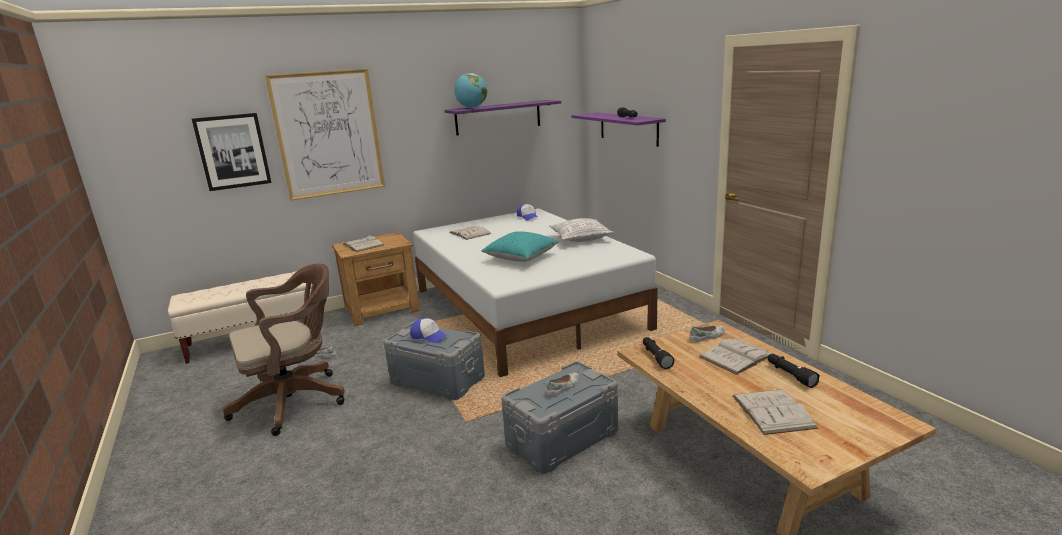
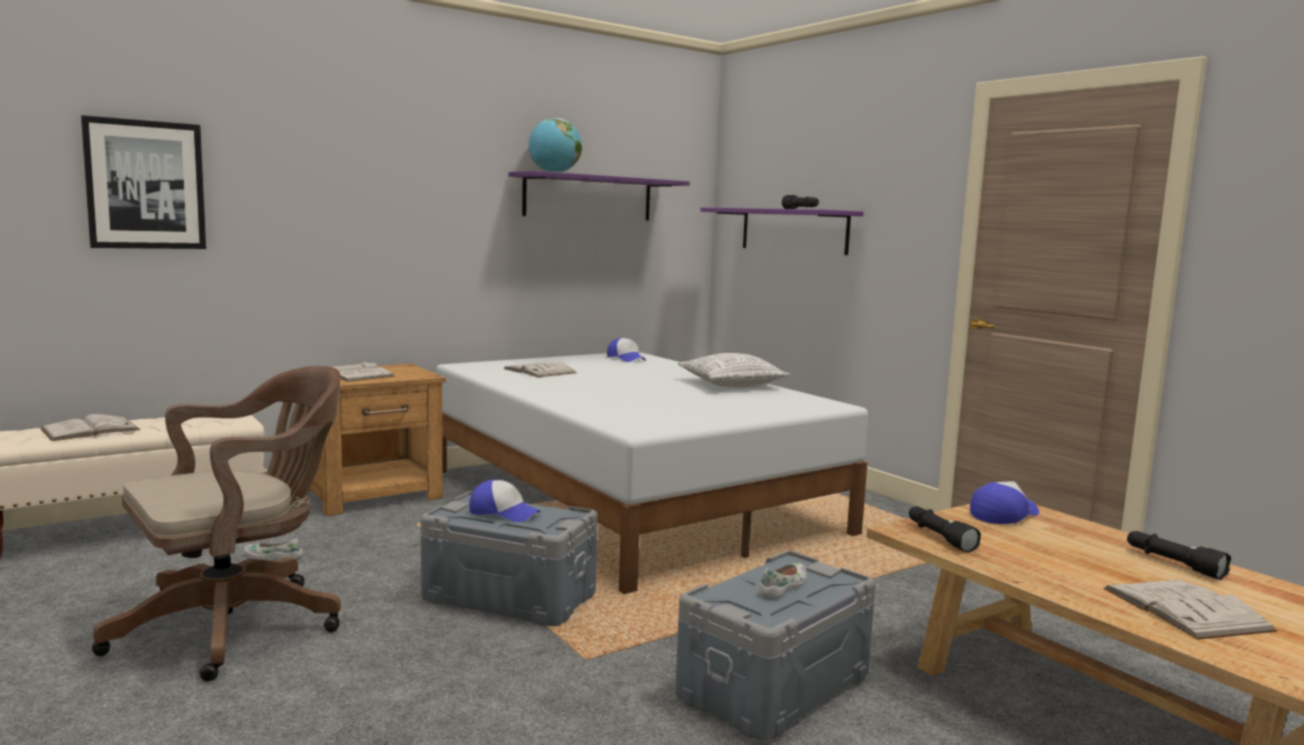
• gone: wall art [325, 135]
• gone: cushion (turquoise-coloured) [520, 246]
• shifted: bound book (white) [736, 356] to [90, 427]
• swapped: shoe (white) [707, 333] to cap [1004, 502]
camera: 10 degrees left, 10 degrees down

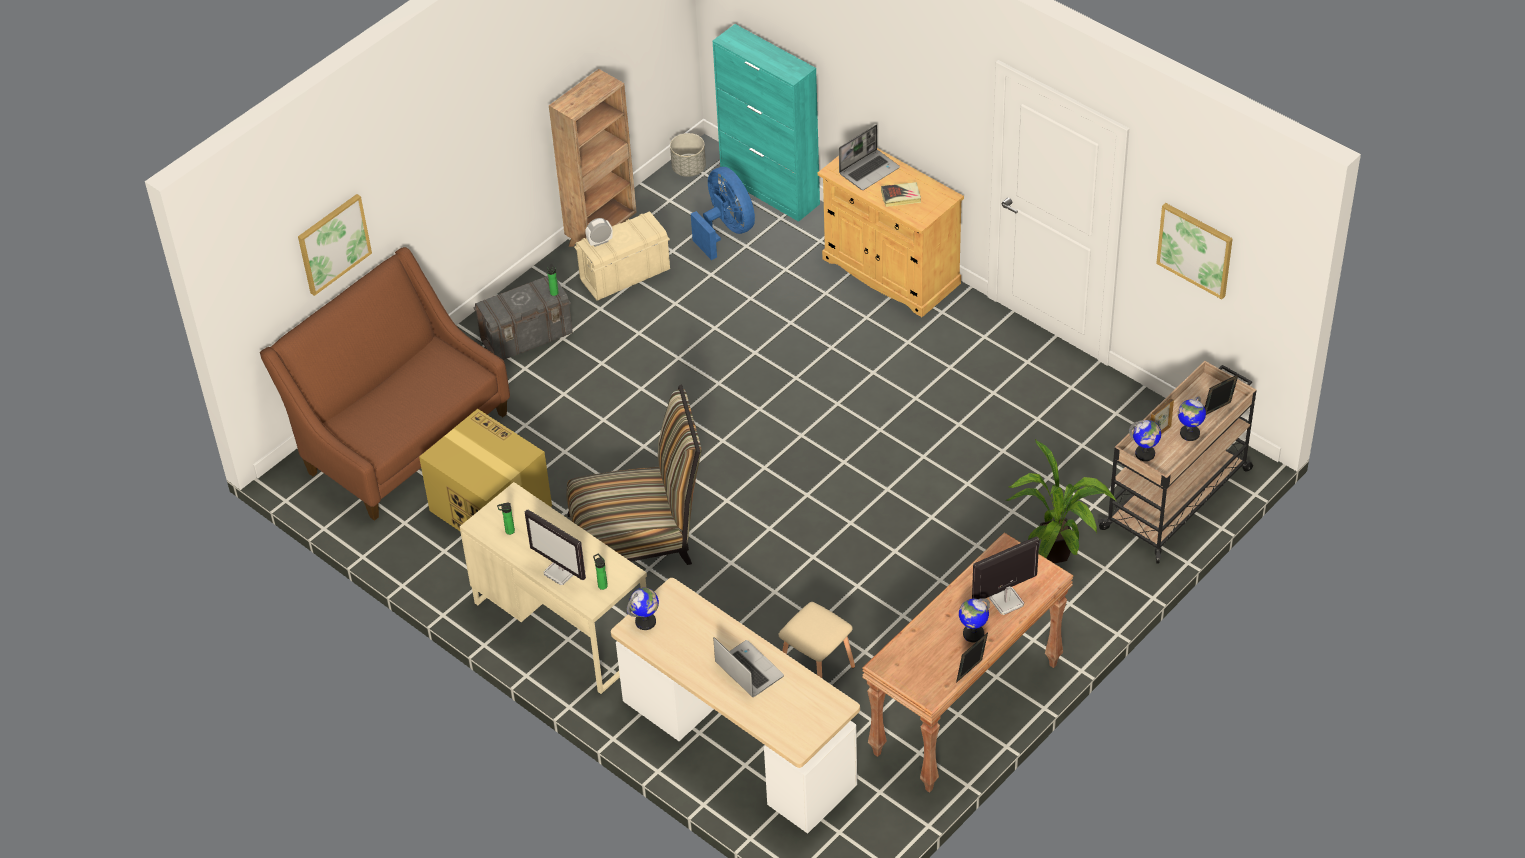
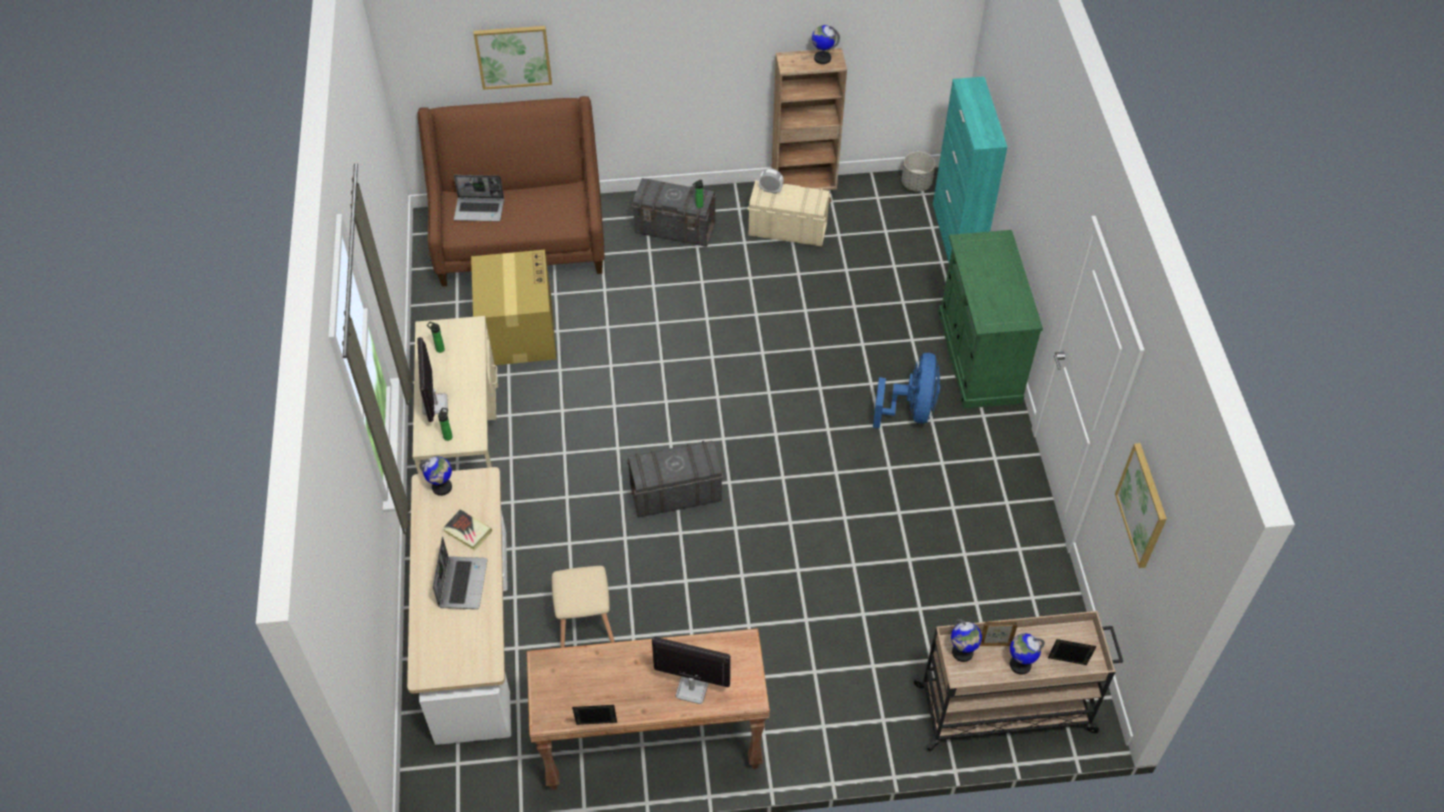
• gone: plain chair [634, 475]
• gone: plant in a pot [1061, 501]
• new: storage box (gray) [675, 479]
• shifted: fan (bluish) [723, 213] to [906, 390]
• shifted: portable computer [869, 157] to [479, 198]
• shifted: bound book [901, 194] to [467, 530]
• shifted: globe [974, 620] to [826, 44]
• repainted: cupboard (beige-coloured) [891, 232] to cupboard (green) [990, 319]
camera: 40 degrees right, 5 degrees up

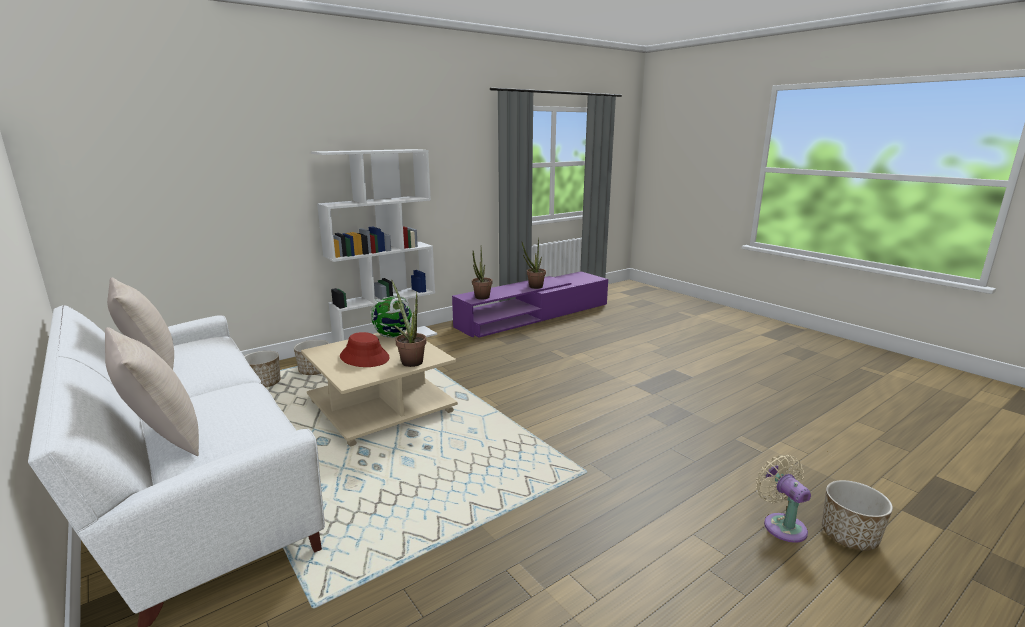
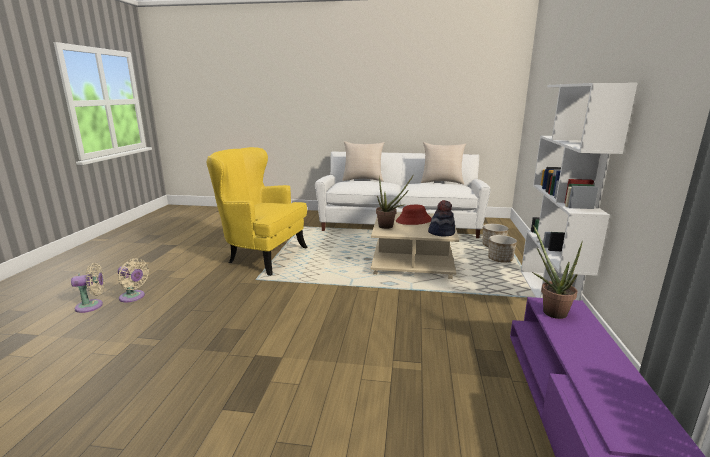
• gone: plant in a pot [534, 263]
• new: armchair (yellow) [257, 211]
• swapped: globe [391, 317] to clothing hat [441, 218]
• swapped: planter [857, 515] to fan (beige-coloured) [88, 288]
camera: 135 degrees right, 0 degrees up

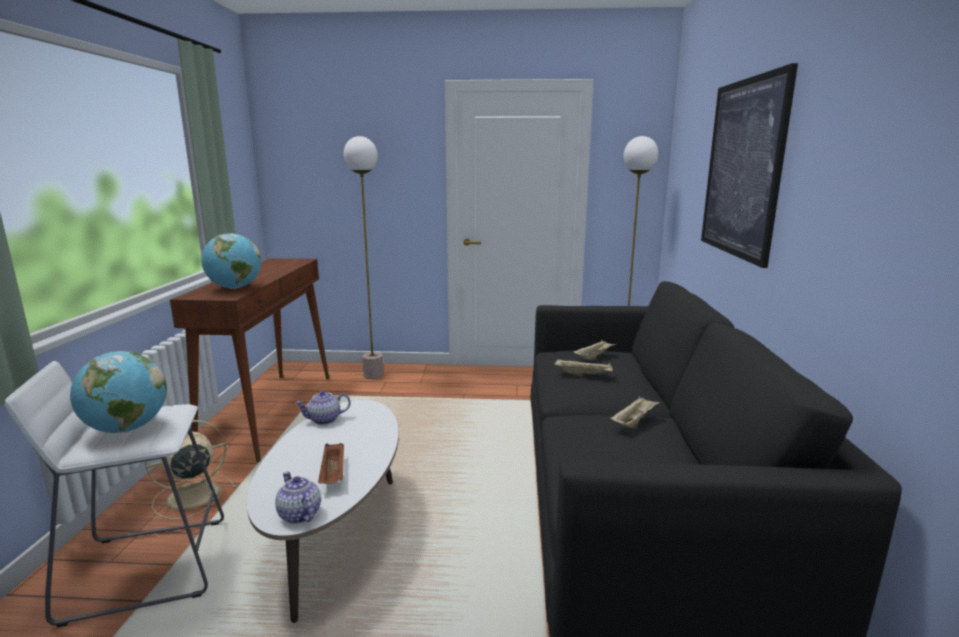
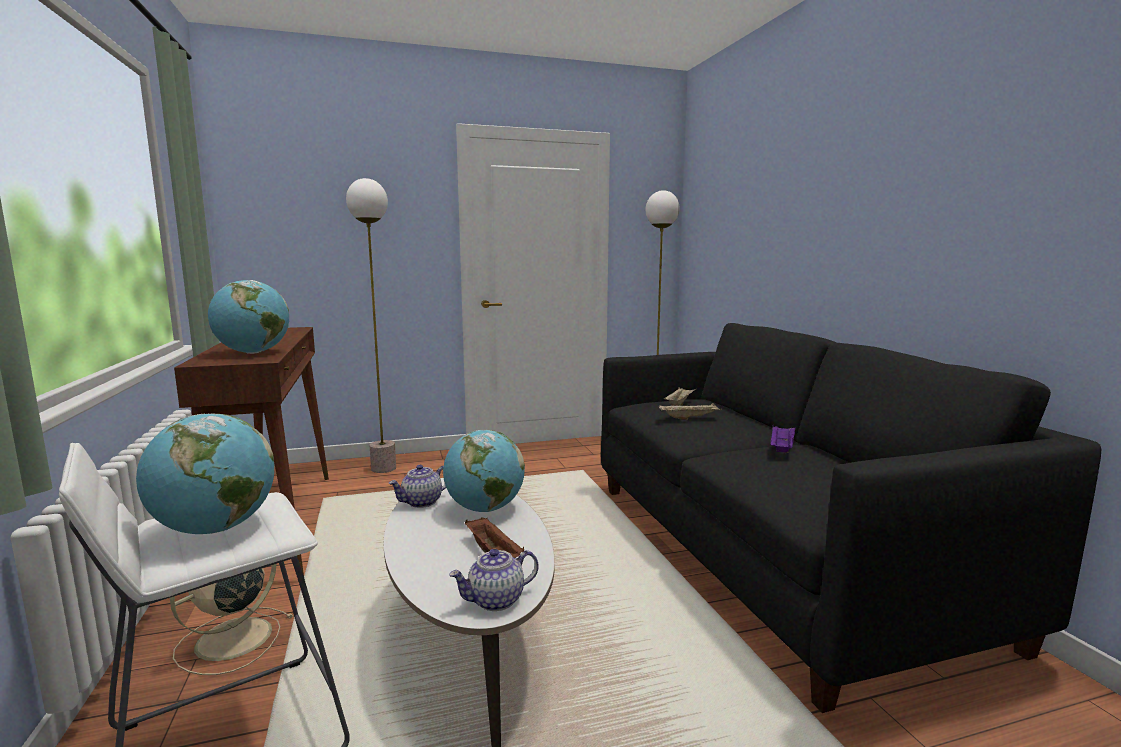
• gone: wall art [749, 165]
• new: globe [484, 471]
• repainted: serving tray (beige-coloured) [635, 412] to serving tray (purplish) [783, 439]
• rotated: tea pot [298, 498] = [494, 580] 60 degrees counterclockwise
camera: 20 degrees left, 5 degrees down

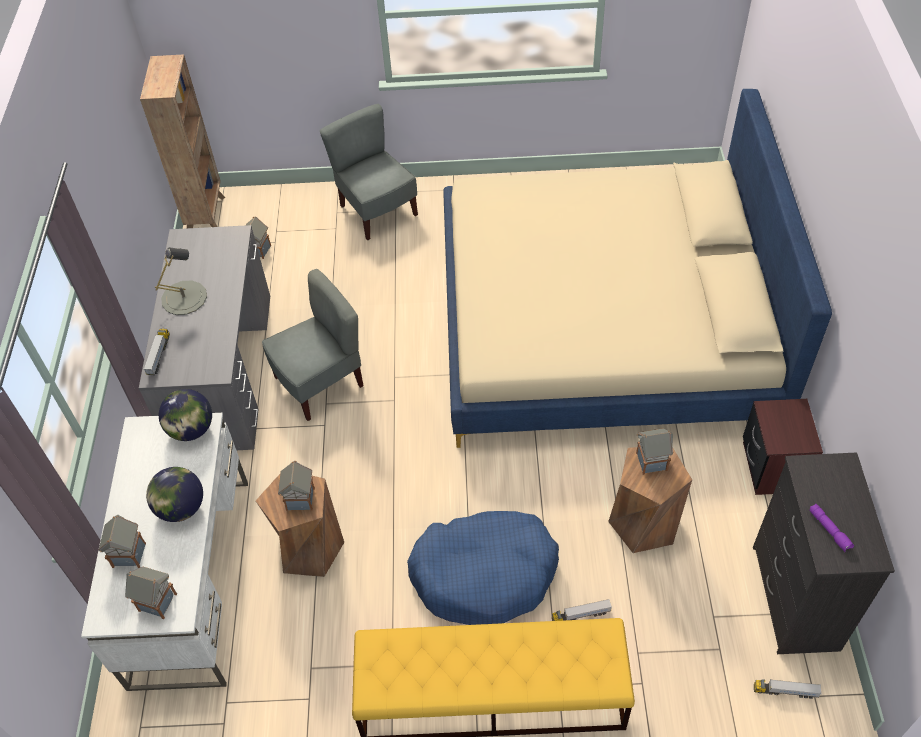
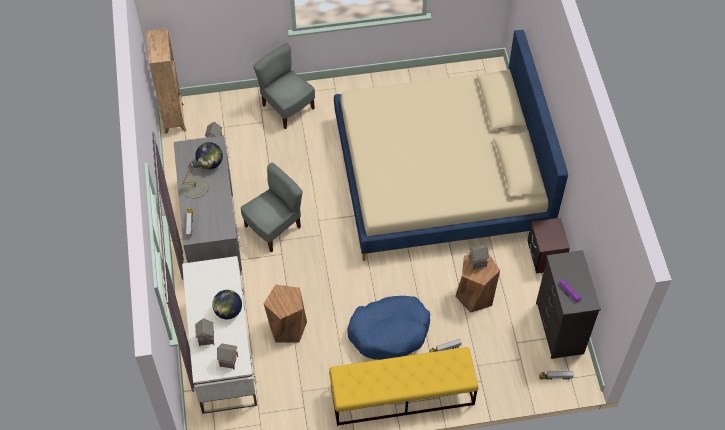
• gone: miniature house [296, 486]
• shifted: globe [185, 415] to [209, 155]
camera: 10 degrees left, 5 degrees up

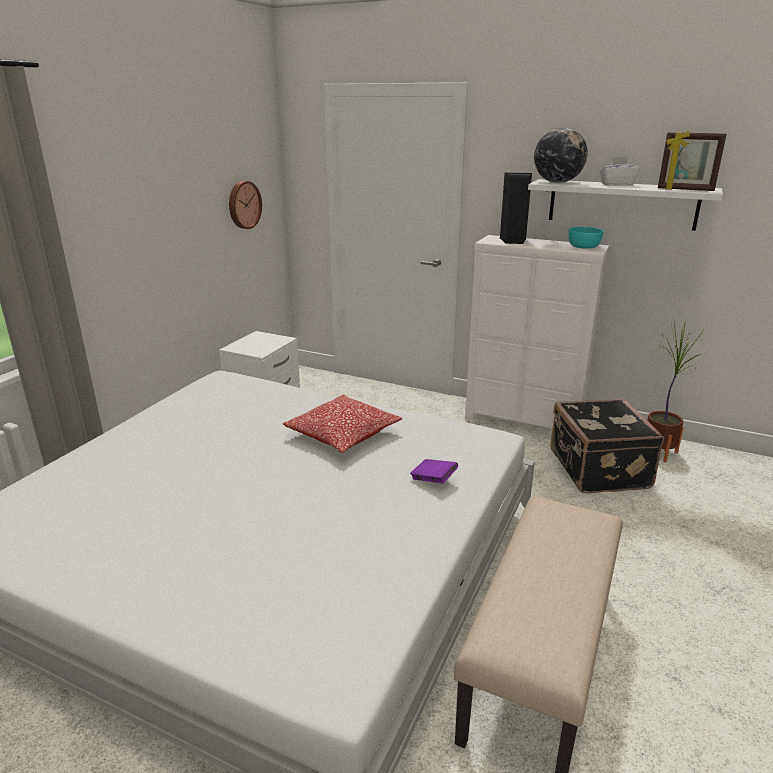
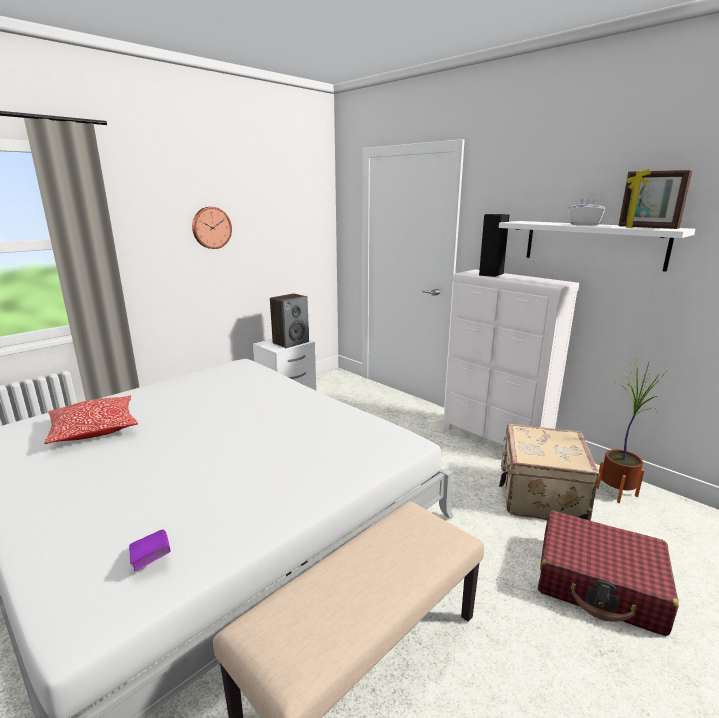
• gone: globe [561, 155]
• gone: bowl (turquoise-coloured) [586, 238]
• new: speaker [289, 320]
• new: suitcase (red-coloured) [608, 573]
• shifted: wall clock [245, 205] to [212, 228]
• shifted: cushion [342, 424] to [91, 420]
• shifted: bound book (purplish) [434, 471] to [150, 550]
• repainted: suitcase (blackish) [607, 446] to suitcase (beige-coloured) [549, 472]
camera: 20 degrees right, 5 degrees down

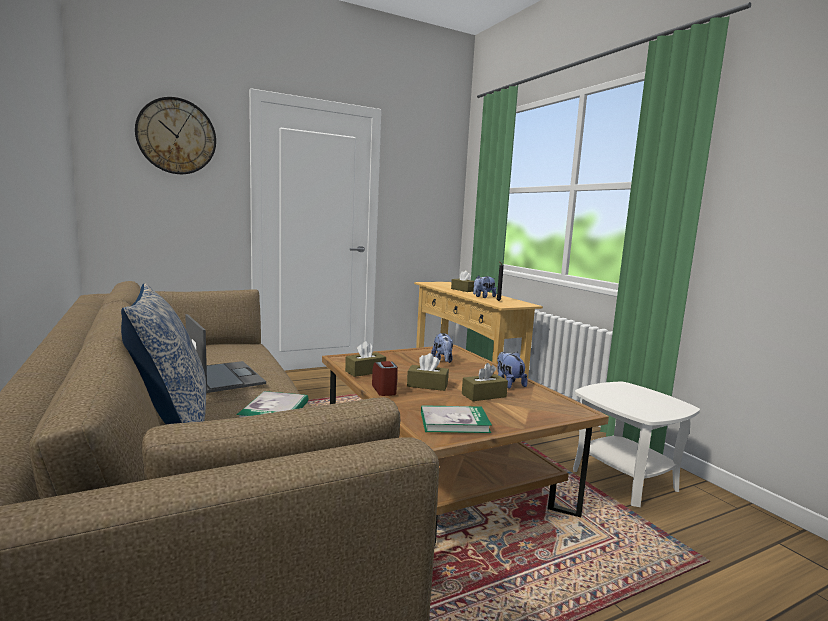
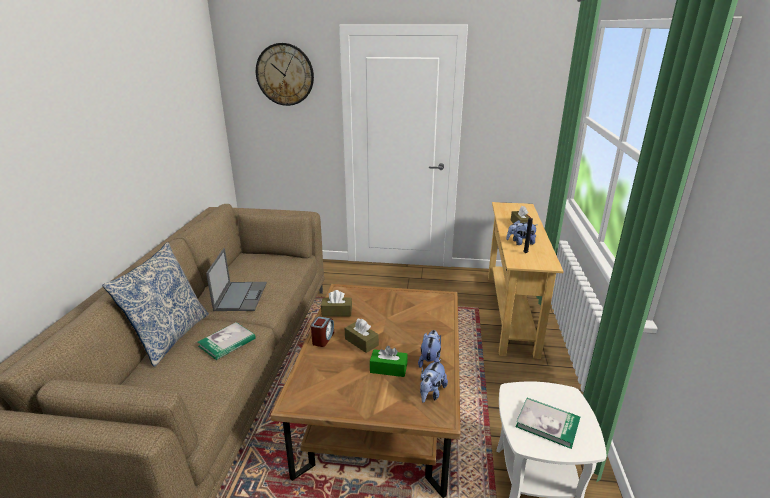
• shifted: bound book [456, 419] to [548, 423]
• shifted: plush toy [442, 348] to [434, 381]
• repainted: tissue holder (brown) [485, 382] to tissue holder (green) [389, 361]
camera: 35 degrees right, 15 degrees up

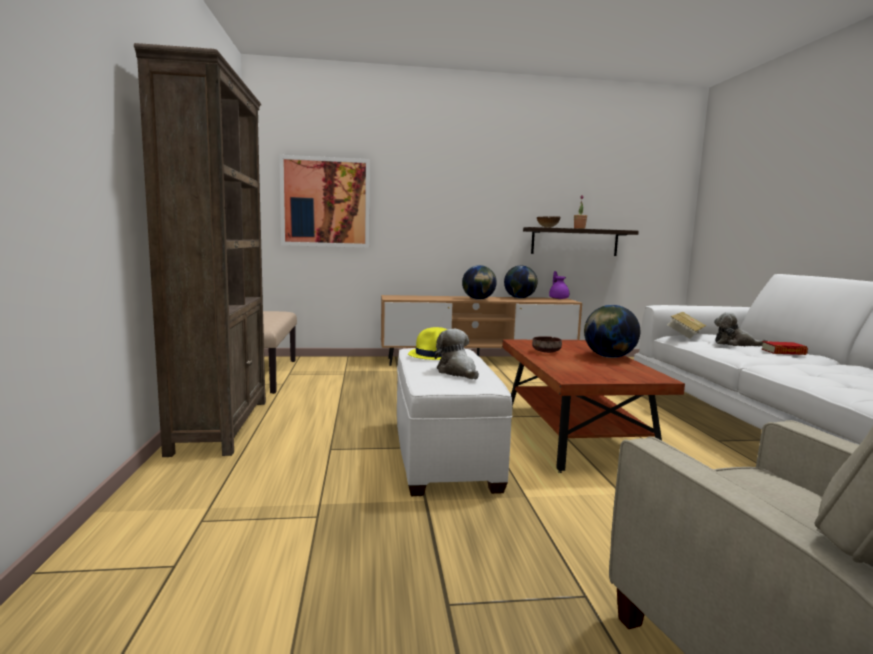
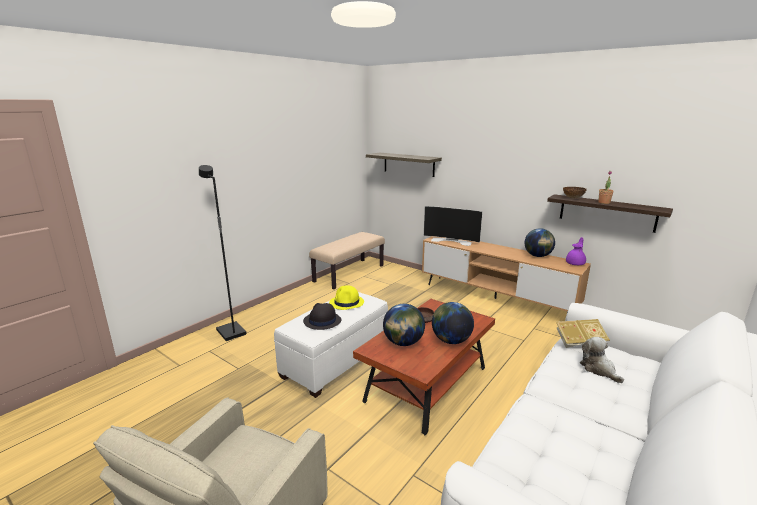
• gone: bookshelf (brown) [200, 250]
• gone: bound book [785, 348]
• new: standard lamp (blackish) [223, 253]
• new: TV [453, 226]
• shifted: globe [479, 282] to [404, 325]
• swapped: wall art [324, 201] to shelf [404, 165]
• swapped: plush toy [457, 354] to clothing hat (blackish) [322, 316]
camera: 45 degrees right, 10 degrees up

